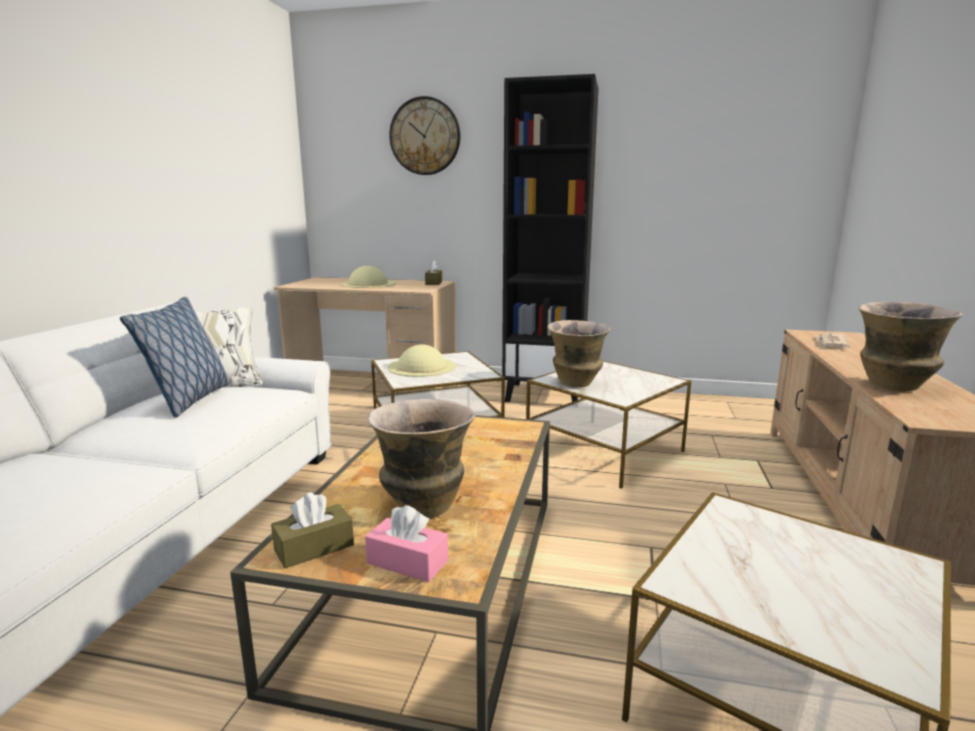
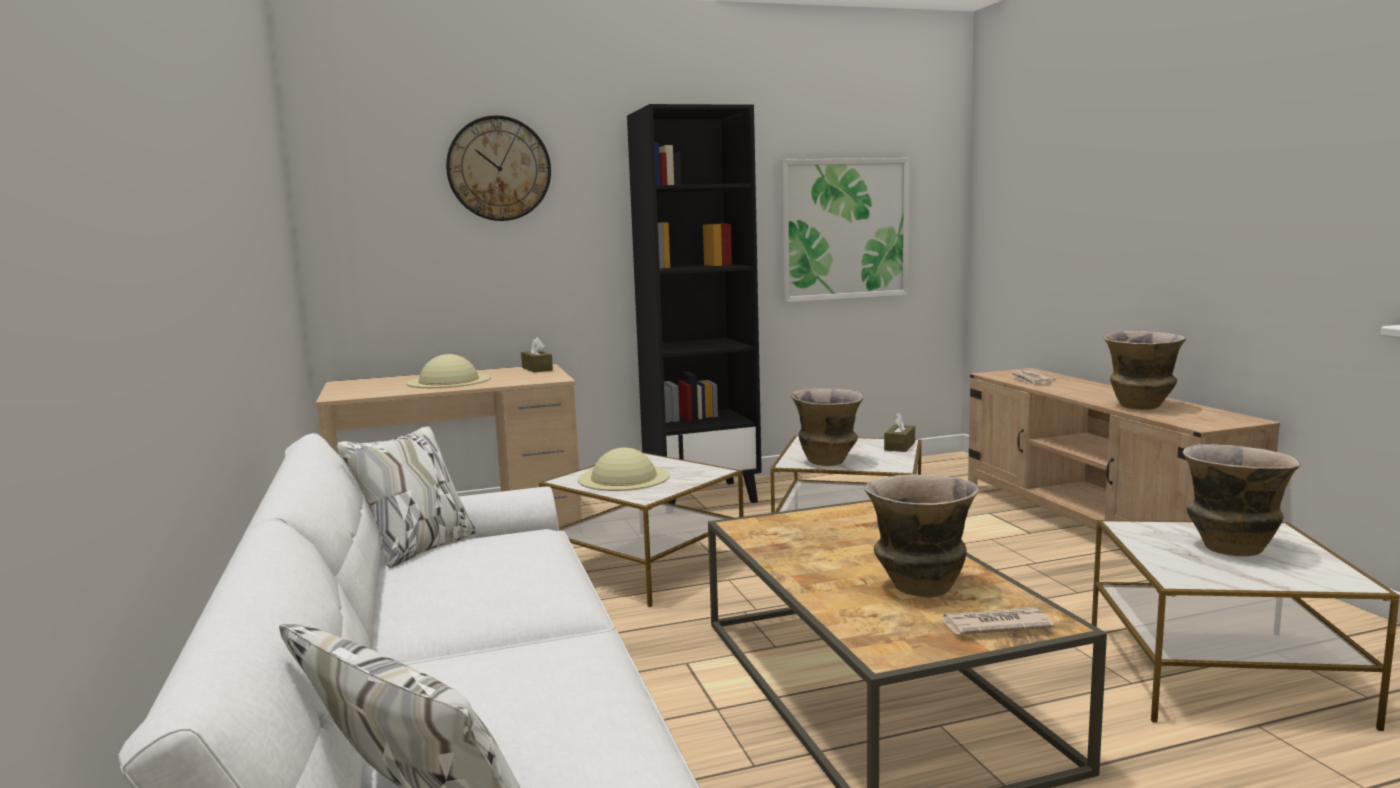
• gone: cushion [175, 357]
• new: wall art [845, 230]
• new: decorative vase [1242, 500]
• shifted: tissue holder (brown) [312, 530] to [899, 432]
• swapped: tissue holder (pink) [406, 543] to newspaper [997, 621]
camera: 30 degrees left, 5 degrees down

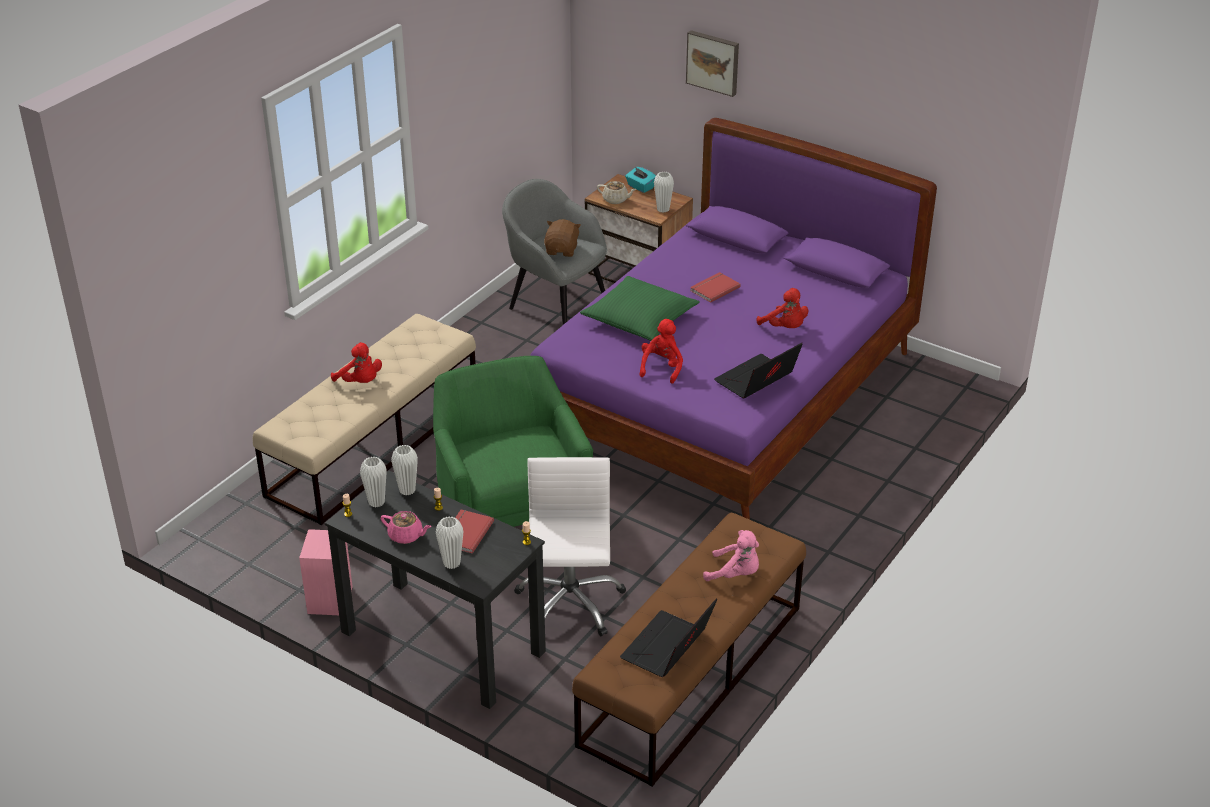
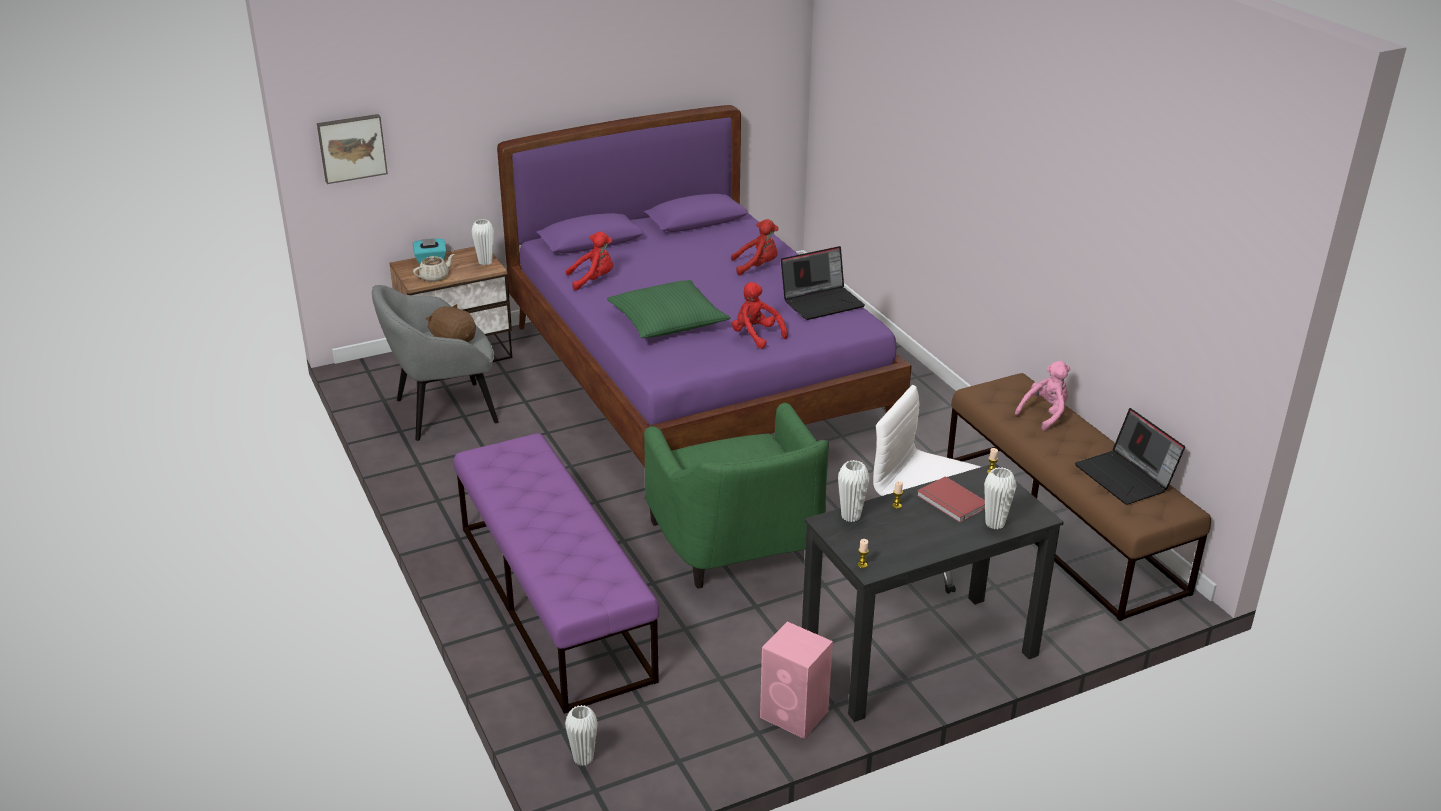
• gone: tea pot (pink) [405, 527]
• gone: bound book (red-coloured) [715, 287]
• shifted: plush toy (red-coloured) [356, 362] to [589, 261]
• shifted: decorative vase (white) [373, 482] to [581, 735]
• shifted: wall art [712, 63] to [352, 149]
• repainted: long seat (beige-coloured) [364, 419] to long seat (purplish) [556, 573]
• rotated: armchair (green) [513, 441] = [736, 496] 120 degrees counterclockwise
• rotated: portable computer [758, 371] = [823, 283] 105 degrees counterclockwise
camera: 60 degrees left, 5 degrees down

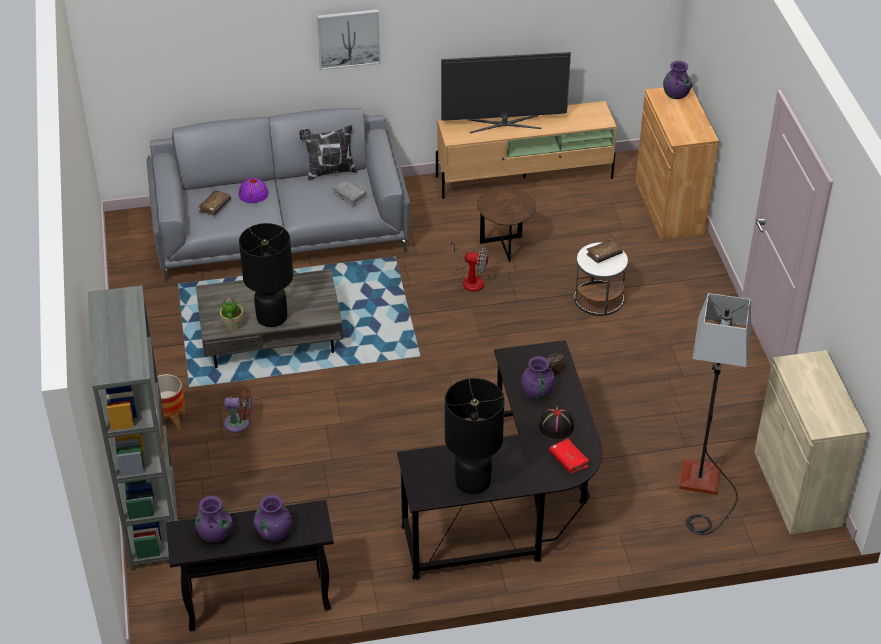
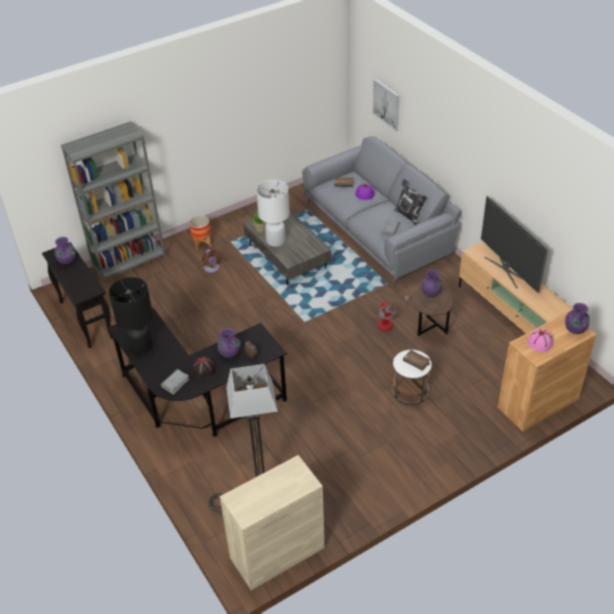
• new: clothing hat (pink) [540, 340]
• shifted: decorative vase (purplish) [273, 518] to [431, 283]
• shifted: wall art [349, 39] to [386, 105]
• repainted: table lamp (blackish) [266, 275] to table lamp (white) [273, 213]
• repainted: bound book (red-coloured) [569, 456] to bound book (gray) [175, 382]
camera: 70 degrees right, 0 degrees up

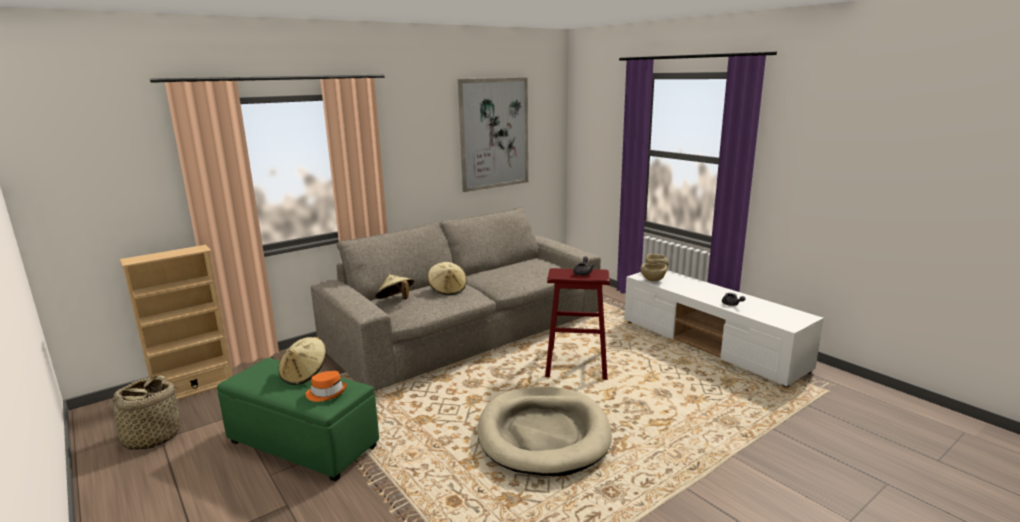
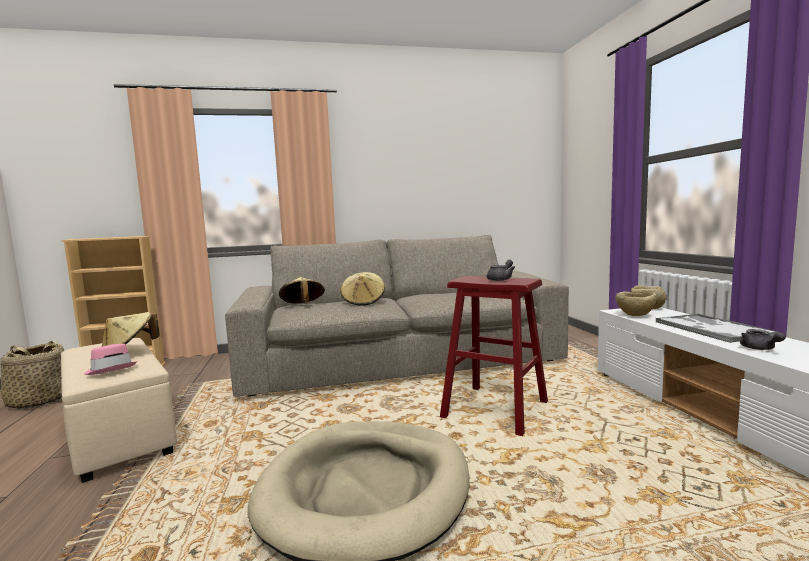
• gone: wall art [493, 135]
• new: serving tray [717, 328]
• repainted: ottoman (green) [298, 420] to ottoman (beige-coloured) [119, 410]
• repainted: clothing hat (orange-coloured) [326, 386] to clothing hat (pink) [110, 359]
camera: 25 degrees right, 10 degrees down

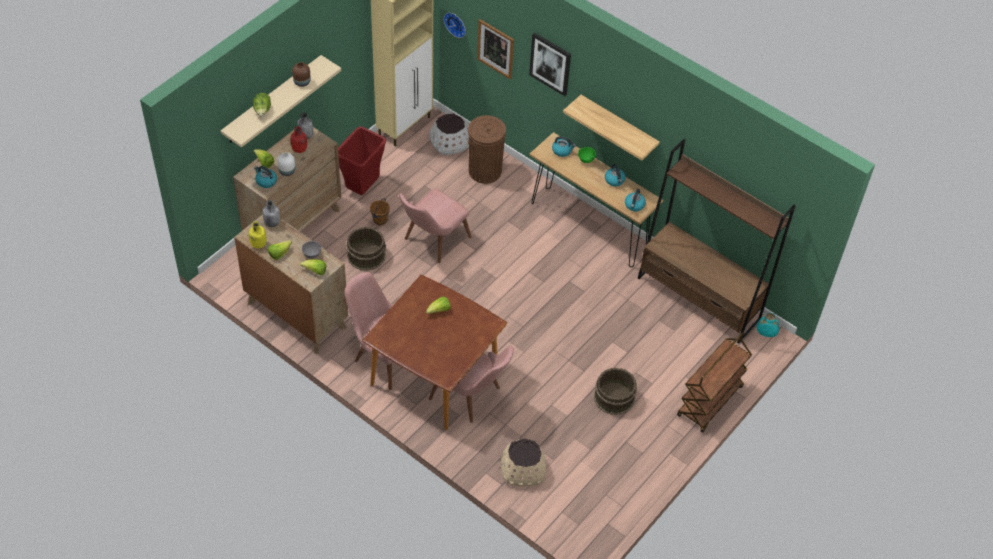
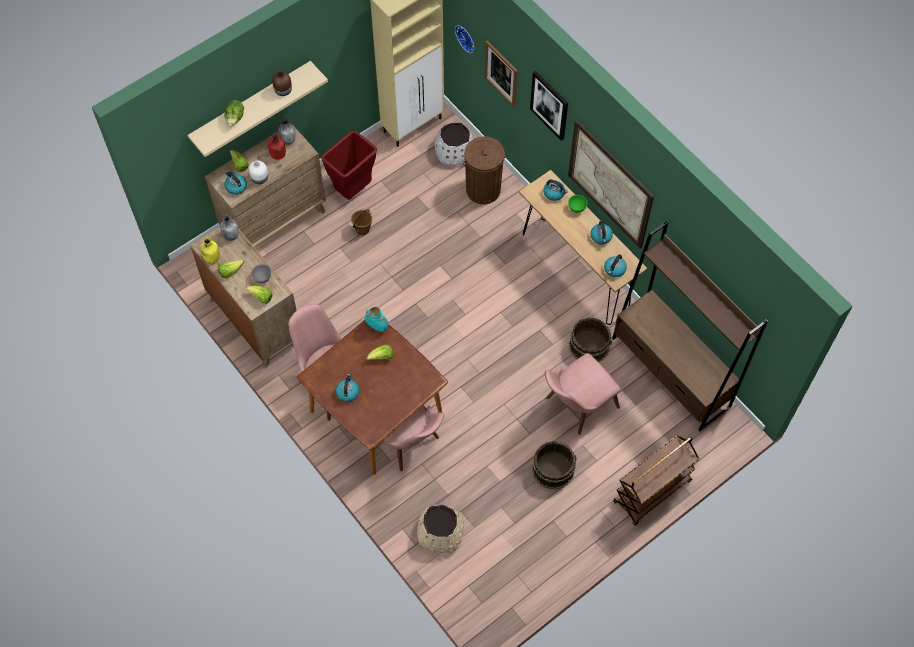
• new: kettle [347, 388]
• shifted: water bucket (brown) [366, 249] to [590, 340]
• shifted: plain chair (pink) [435, 226] to [583, 394]
• shifted: decorative vase (turquoise-coloured) [768, 325] to [376, 319]
• swapped: shelf [611, 128] to wall art [611, 184]
camera: 15 degrees right, 10 degrees up

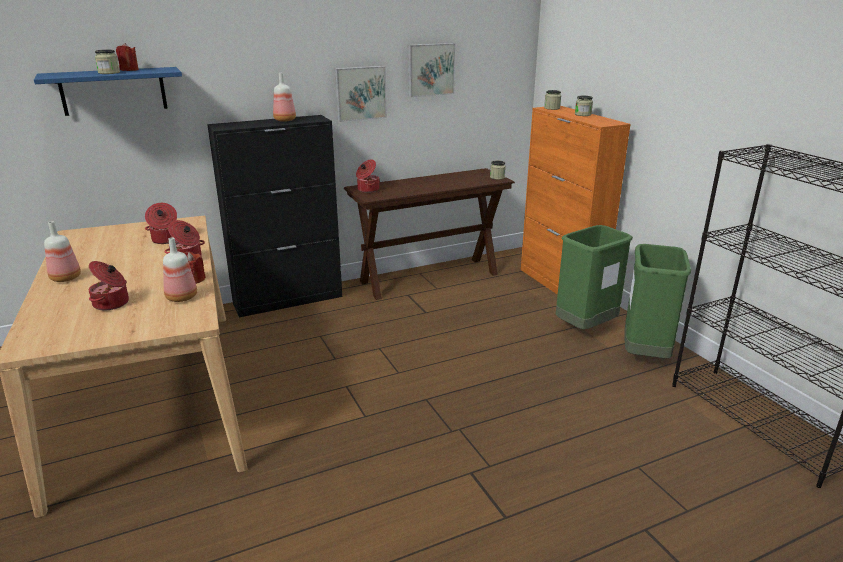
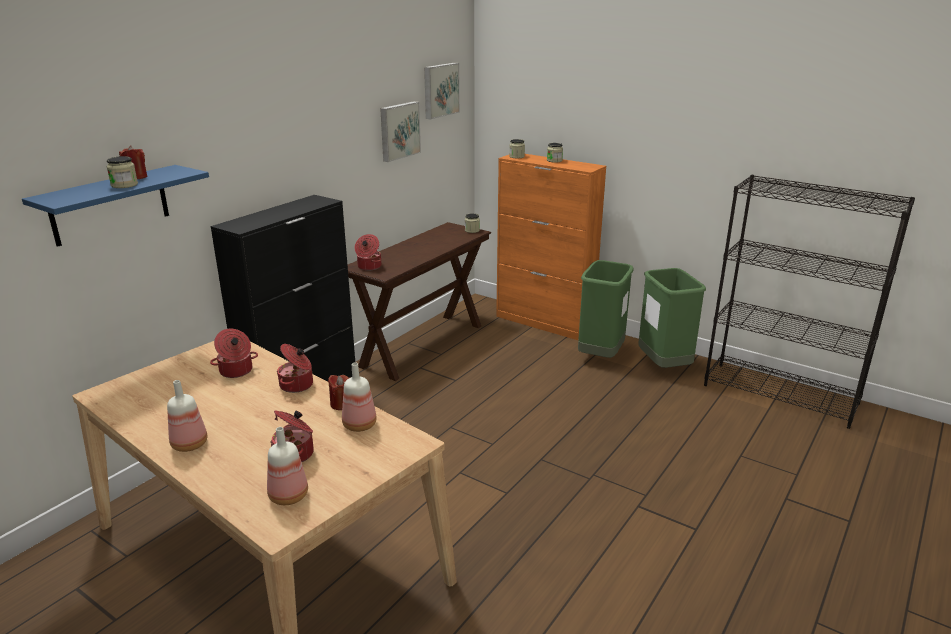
• shifted: bottle [284, 97] to [287, 466]
• shifted: wall art [361, 94] to [442, 91]
camera: 30 degrees left, 0 degrees up

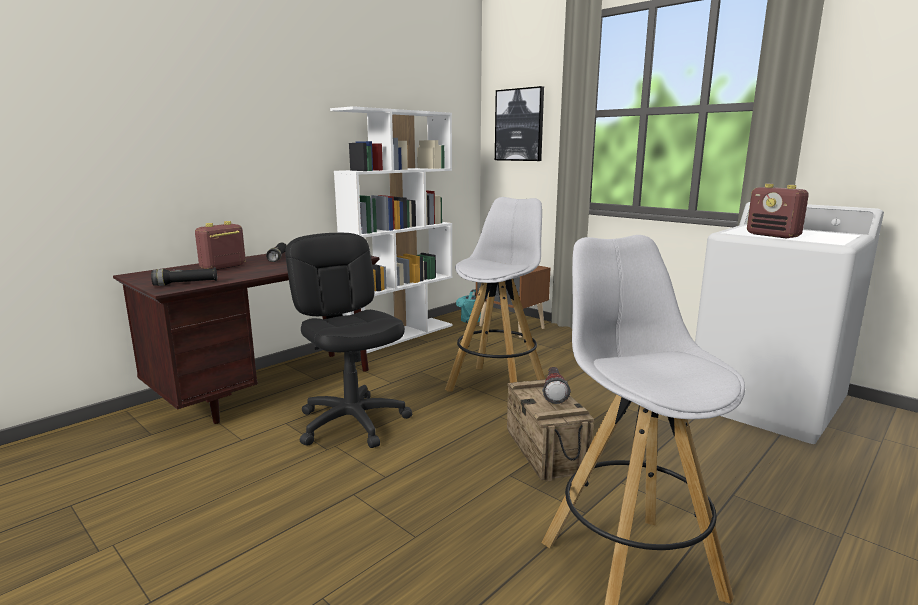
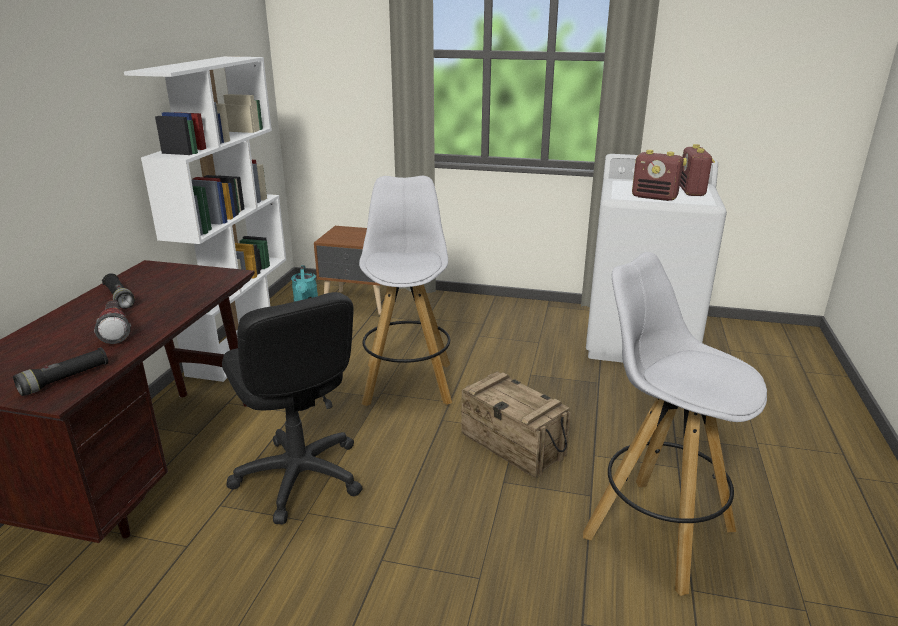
• gone: wall art [519, 123]
• shifted: radio set [220, 245] to [697, 170]
• shifted: hand torch [556, 385] to [112, 322]
• rotated: desk chair (blackish) [348, 340] = [292, 408] 150 degrees counterclockwise
camera: 30 degrees left, 10 degrees up

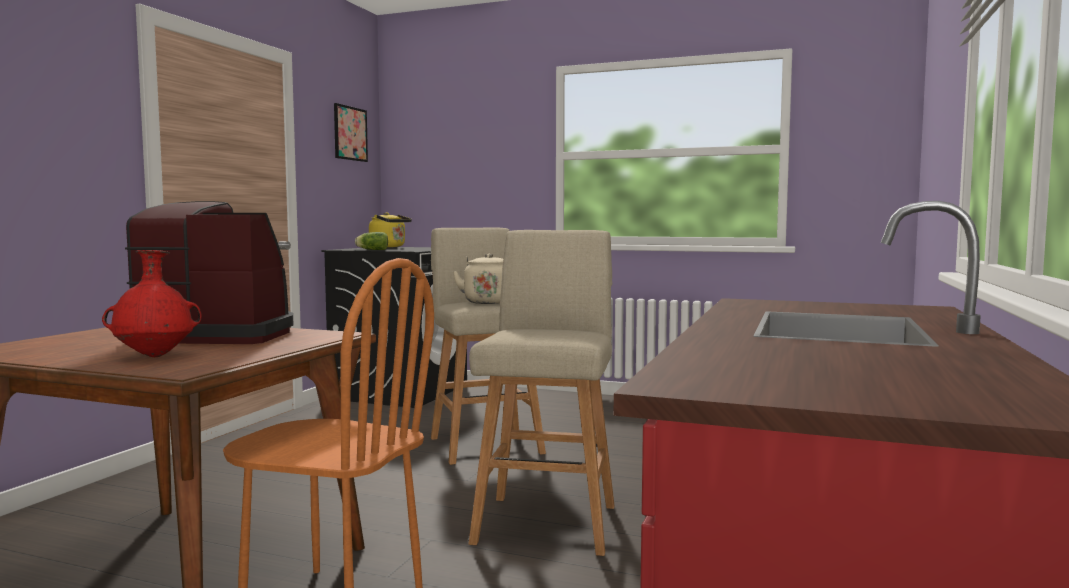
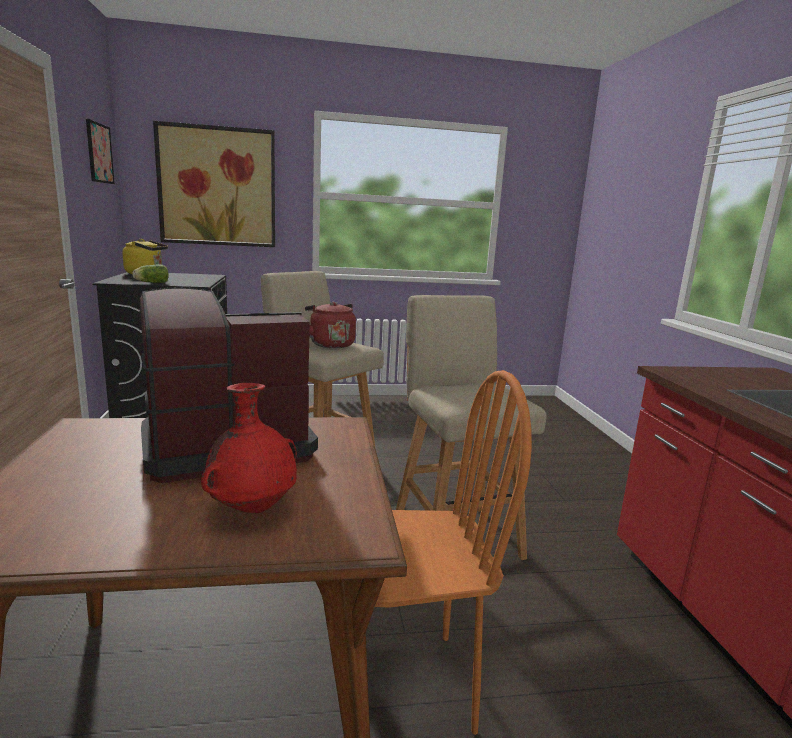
• new: wall art [214, 184]
• repainted: kettle (beige-coloured) [478, 279] to kettle (red-coloured) [330, 325]
camera: 30 degrees left, 10 degrees up

